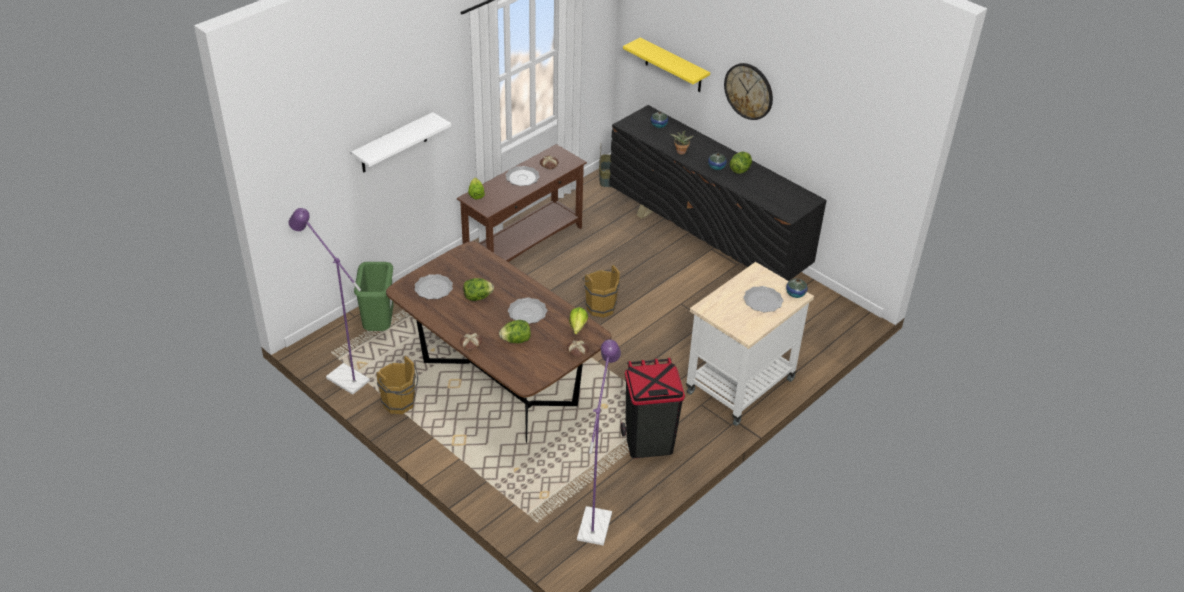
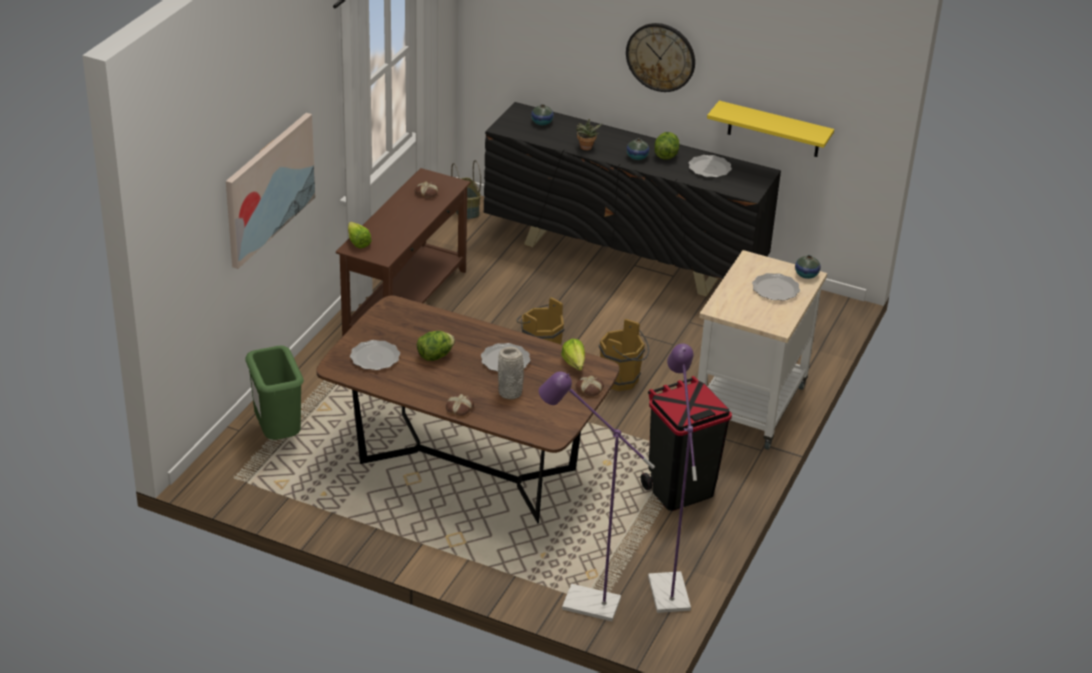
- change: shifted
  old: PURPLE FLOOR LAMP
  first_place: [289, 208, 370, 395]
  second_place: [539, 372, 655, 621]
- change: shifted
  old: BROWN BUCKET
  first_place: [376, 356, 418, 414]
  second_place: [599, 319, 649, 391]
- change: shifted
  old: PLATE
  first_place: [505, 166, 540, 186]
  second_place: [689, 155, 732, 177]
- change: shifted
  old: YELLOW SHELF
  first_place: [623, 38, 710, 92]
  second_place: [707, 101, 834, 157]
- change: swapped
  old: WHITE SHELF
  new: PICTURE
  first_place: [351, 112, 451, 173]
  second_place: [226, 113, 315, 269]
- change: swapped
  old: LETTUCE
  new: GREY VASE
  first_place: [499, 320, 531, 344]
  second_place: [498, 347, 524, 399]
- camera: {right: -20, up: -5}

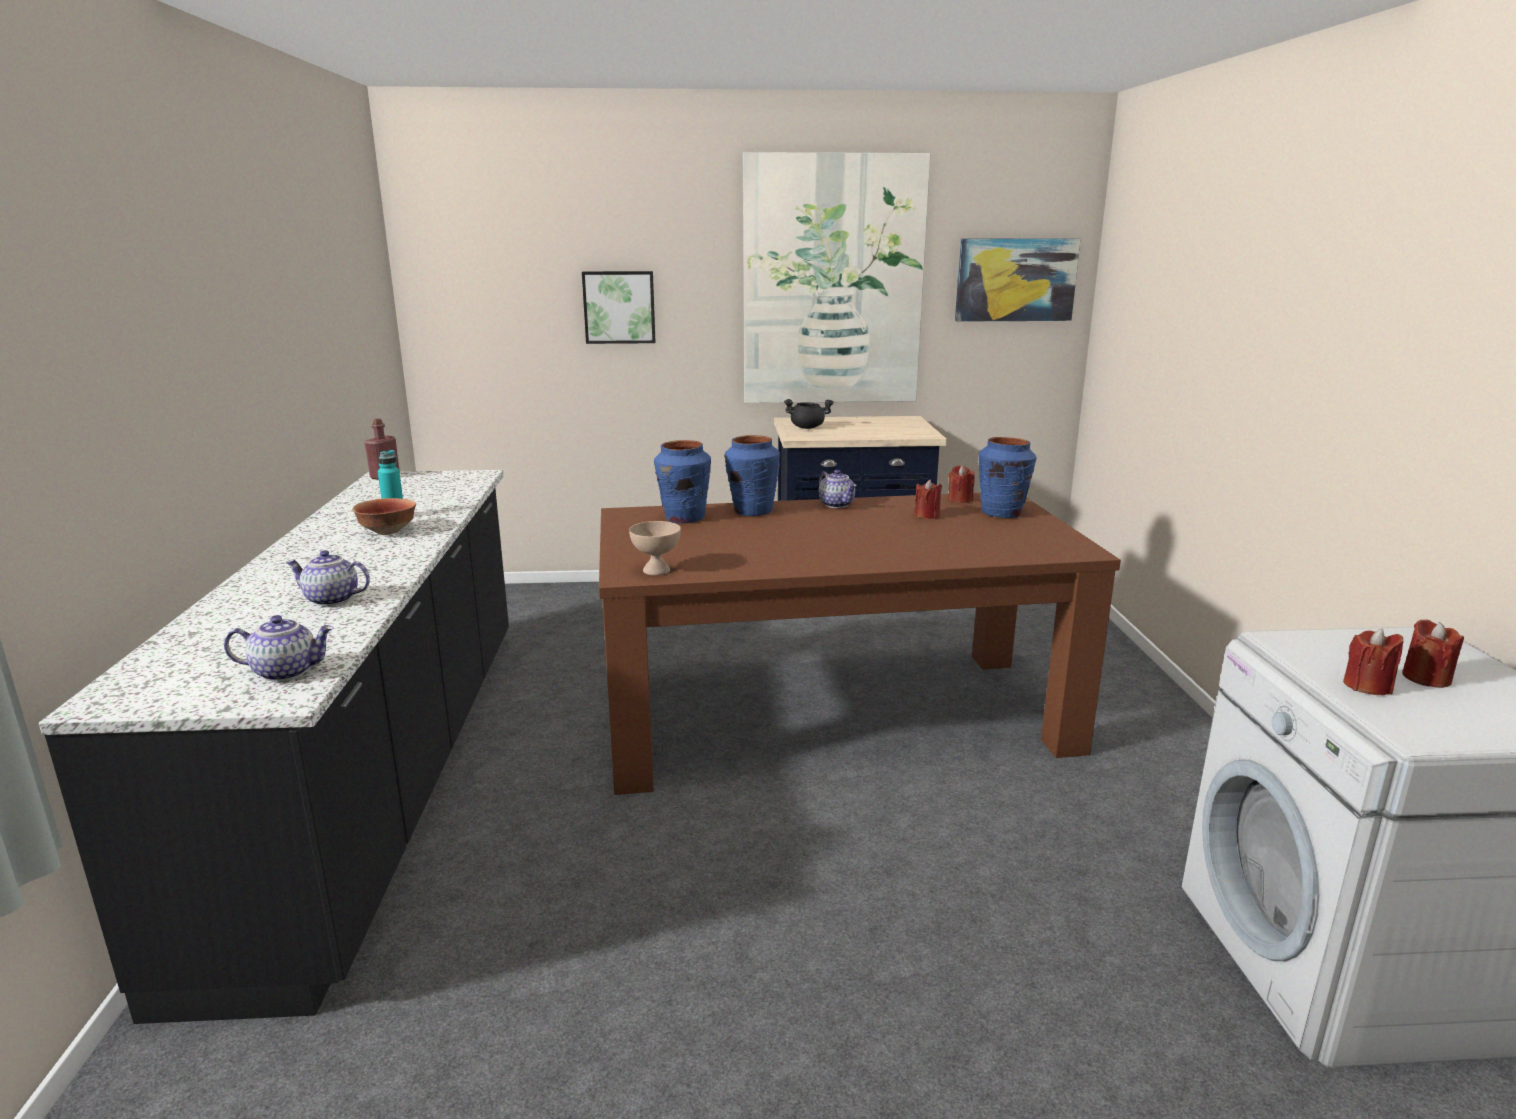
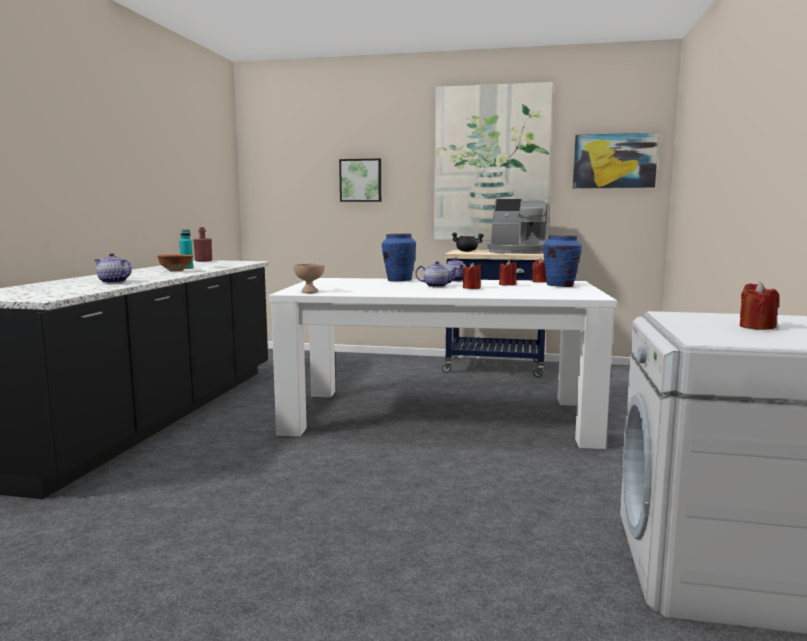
- change: gone
  old: BLUE VASE
  first_place: [654, 440, 711, 523]
- change: new
  new: COFFEE MACHINE
  second_place: [487, 199, 549, 254]
- change: shifted
  old: TEAPOT
  first_place: [224, 615, 334, 682]
  second_place: [415, 261, 458, 287]
- change: shifted
  old: RED CANDLE
  first_place: [1343, 629, 1404, 695]
  second_place: [463, 262, 481, 289]
- change: repainted
  old: BROWN DINING TABLE
  new: WHITE DINING TABLE
  first_place: [599, 492, 1121, 795]
  second_place: [269, 278, 617, 449]
- camera: {right: 15, up: -10}

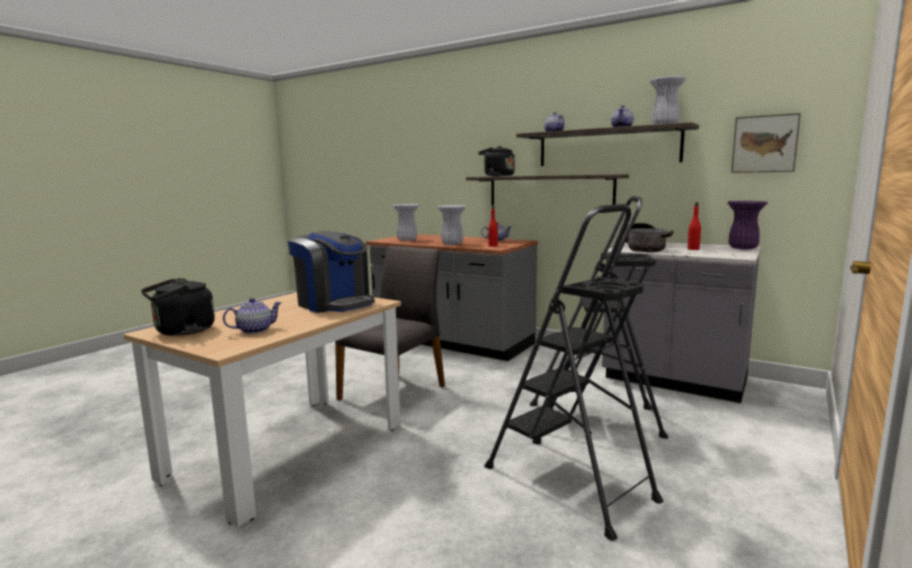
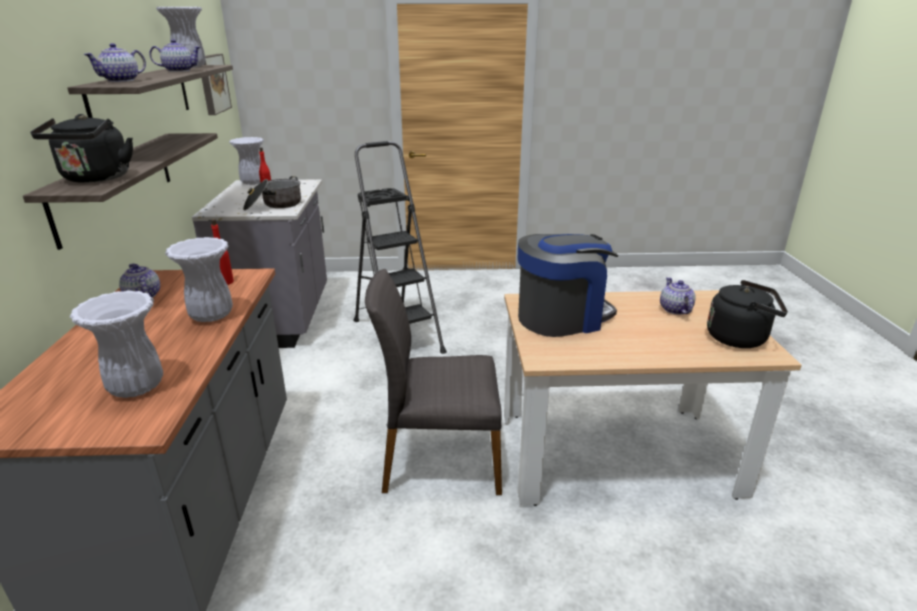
- change: gone
  old: STEP LADDER
  first_place: [484, 204, 663, 541]
- change: repainted
  old: PURPLE VASE
  new: WHITE VASE
  first_place: [727, 201, 768, 250]
  second_place: [229, 137, 264, 185]
- change: rotated
  old: TEAPOT
  first_place: [223, 298, 282, 334]
  second_place: [660, 277, 696, 315]
  degrees: 60
- change: rotated
  old: COFFEE MACHINE
  first_place: [288, 231, 375, 313]
  second_place: [518, 234, 619, 337]
  degrees: 60
- camera: {right: -125, up: 15}

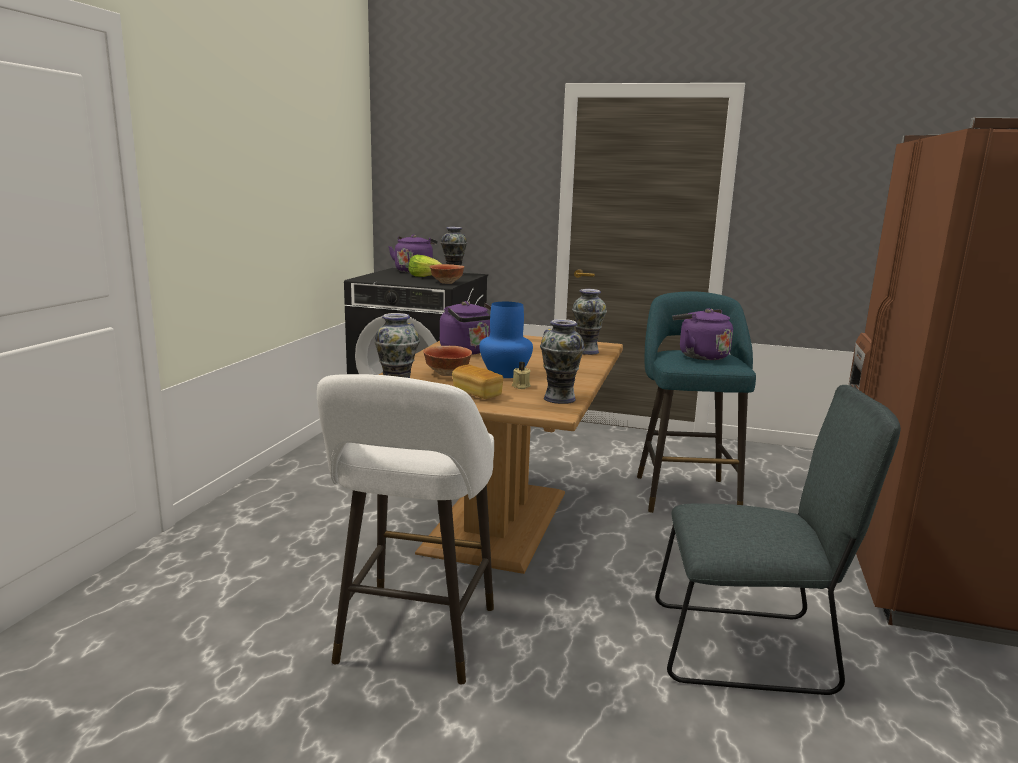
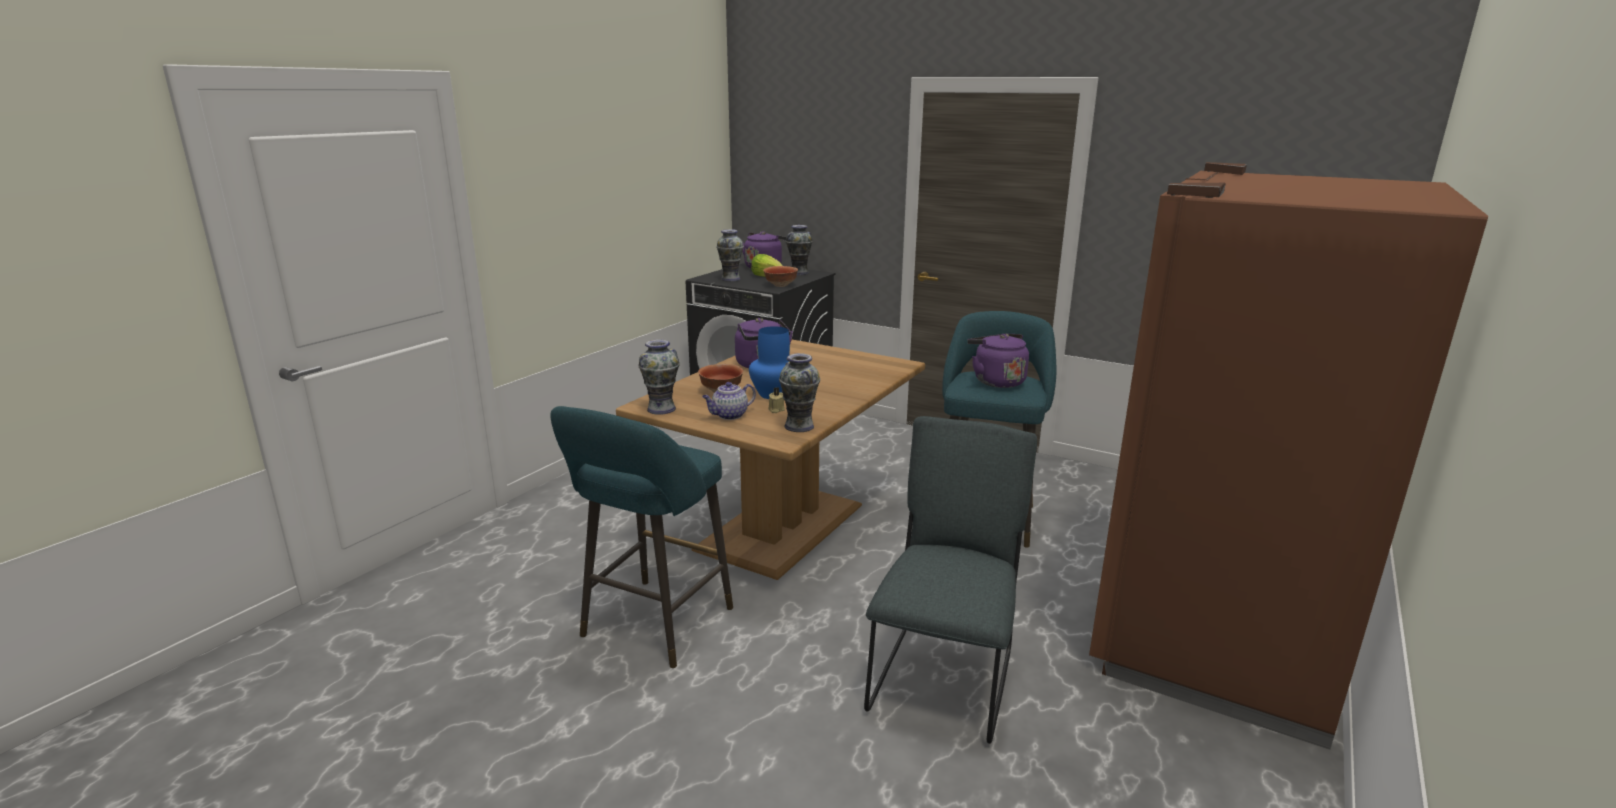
- change: shifted
  old: VASE
  first_place: [572, 289, 607, 355]
  second_place: [716, 229, 744, 282]
- change: swapped
  old: BREAD
  new: TEAPOT
  first_place: [452, 365, 503, 399]
  second_place: [702, 382, 756, 420]
- change: repainted
  old: WHITE STOOL
  new: TURQUOISE STOOL
  first_place: [317, 374, 494, 684]
  second_place: [550, 406, 733, 668]
- change: rotated
  old: GREY CHAIR
  first_place: [655, 385, 901, 695]
  second_place: [864, 416, 1037, 744]
  degrees: -90
- camera: {right: 15, up: 5}

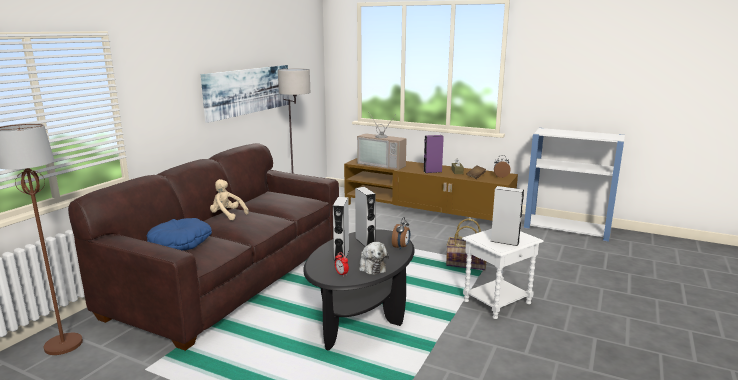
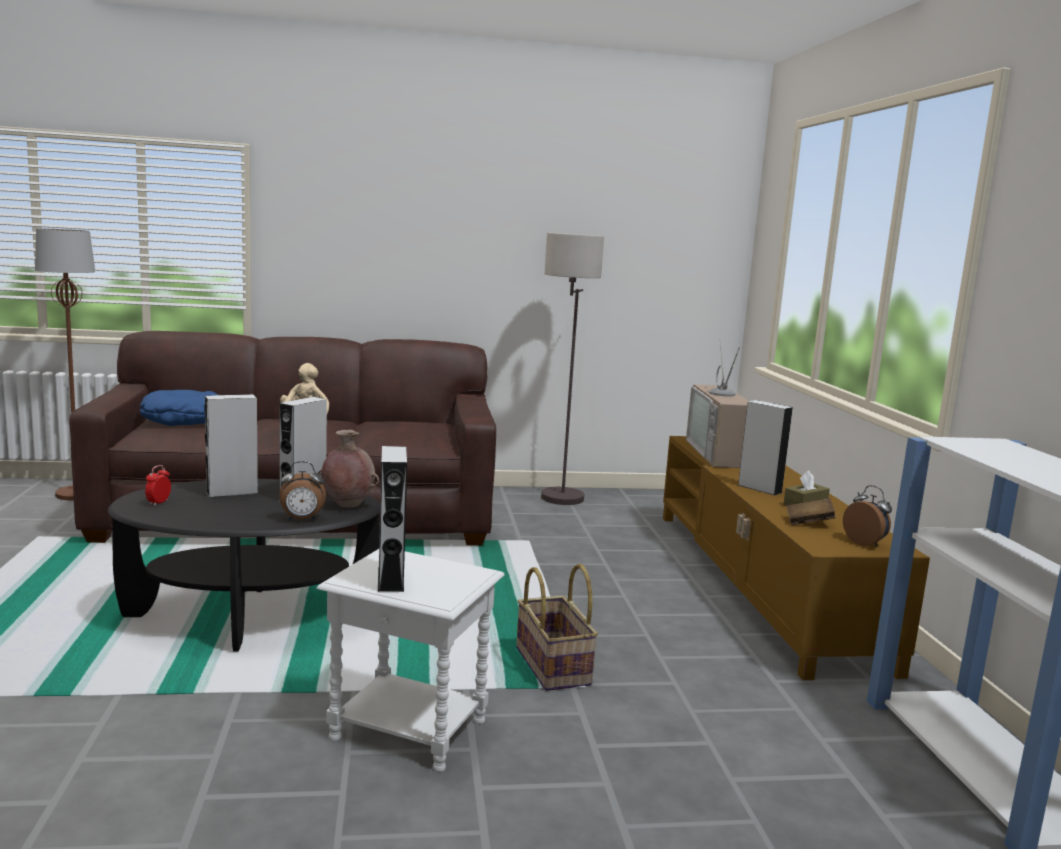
- change: gone
  old: PICTURE
  first_place: [201, 65, 289, 123]
- change: gone
  old: PLUSH TOY
  first_place: [359, 242, 389, 275]
- change: new
  new: BROWN VASE
  second_place: [317, 430, 379, 508]
- change: repainted
  old: PURPLE SPEAKER
  new: GREY SPEAKER
  first_place: [423, 135, 444, 173]
  second_place: [738, 400, 793, 496]
- camera: {right: 55, up: -5}

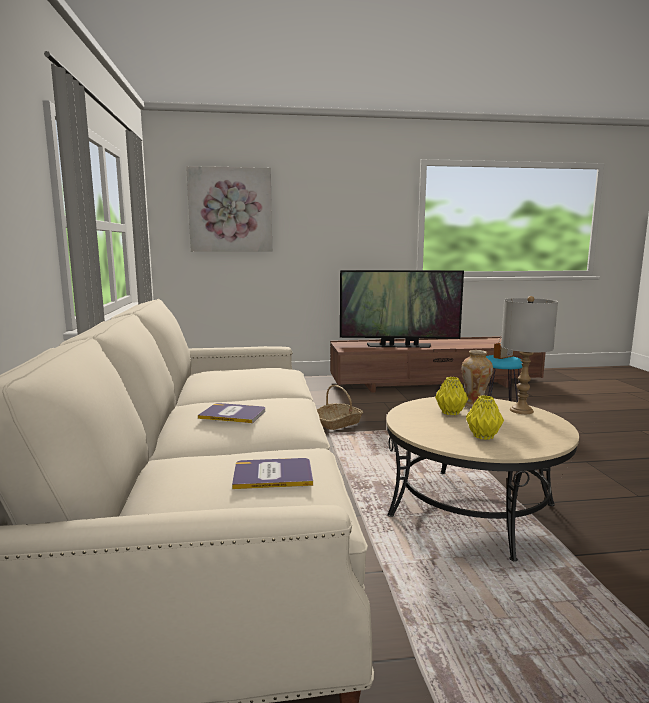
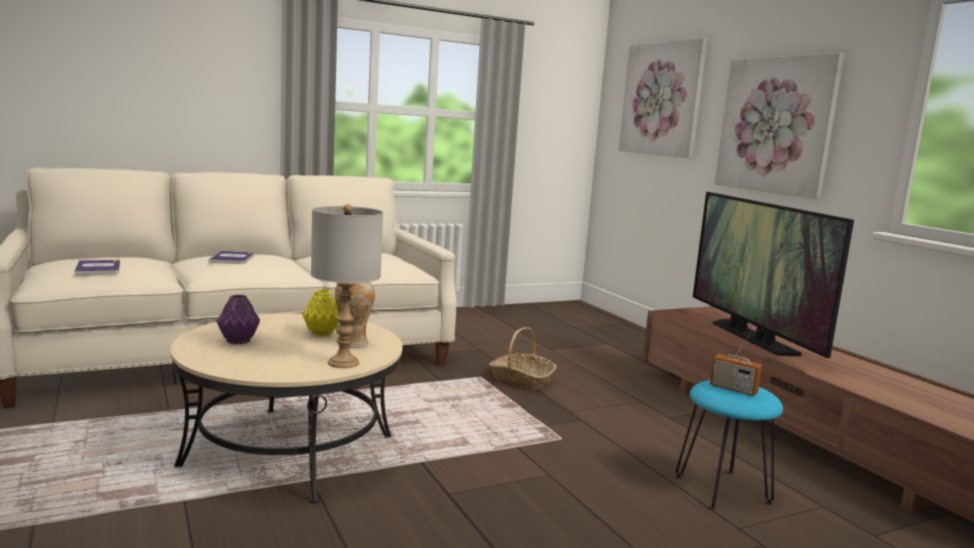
- change: new
  new: PICTURE
  second_place: [715, 53, 844, 199]
- change: repainted
  old: YELLOW VASE
  new: PURPLE VASE
  first_place: [466, 395, 504, 440]
  second_place: [216, 295, 260, 344]
- camera: {right: 70, up: 0}

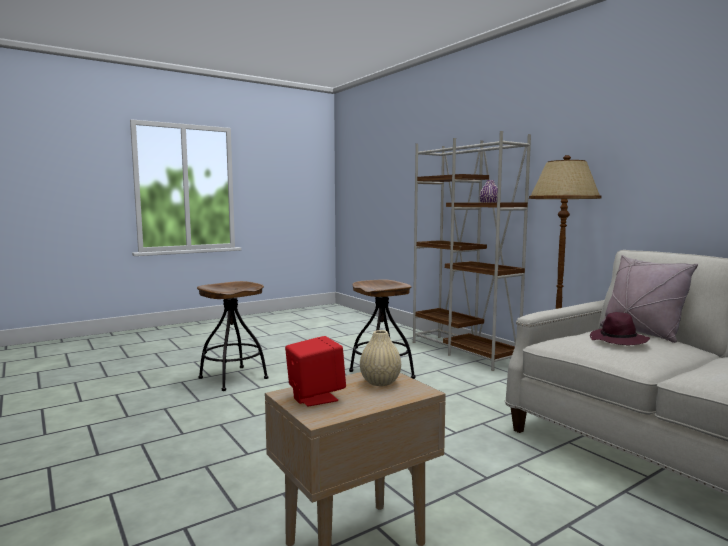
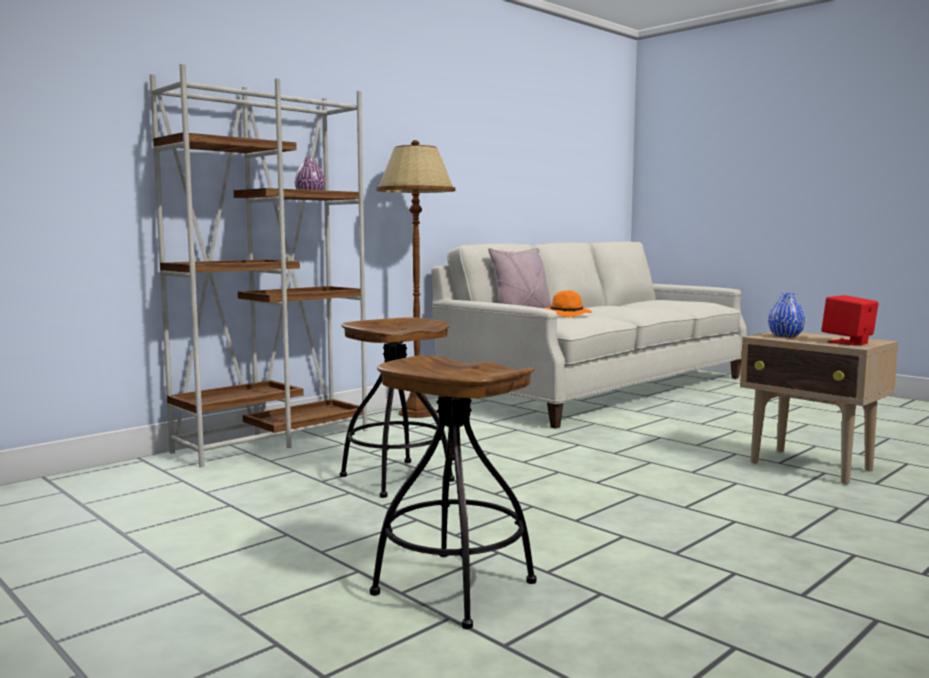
- change: repainted
  old: BEIGE VASE
  new: BLUE VASE
  first_place: [360, 330, 401, 386]
  second_place: [768, 293, 805, 337]
- change: repainted
  old: PURPLE HAT
  new: ORANGE HAT
  first_place: [590, 312, 650, 345]
  second_place: [544, 290, 592, 317]
- camera: {right: -100, up: 0}

